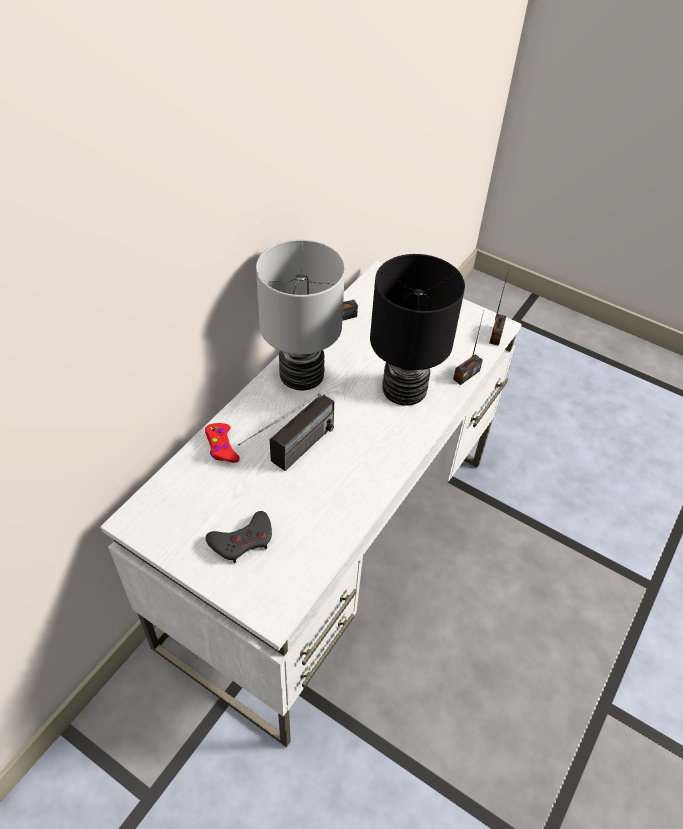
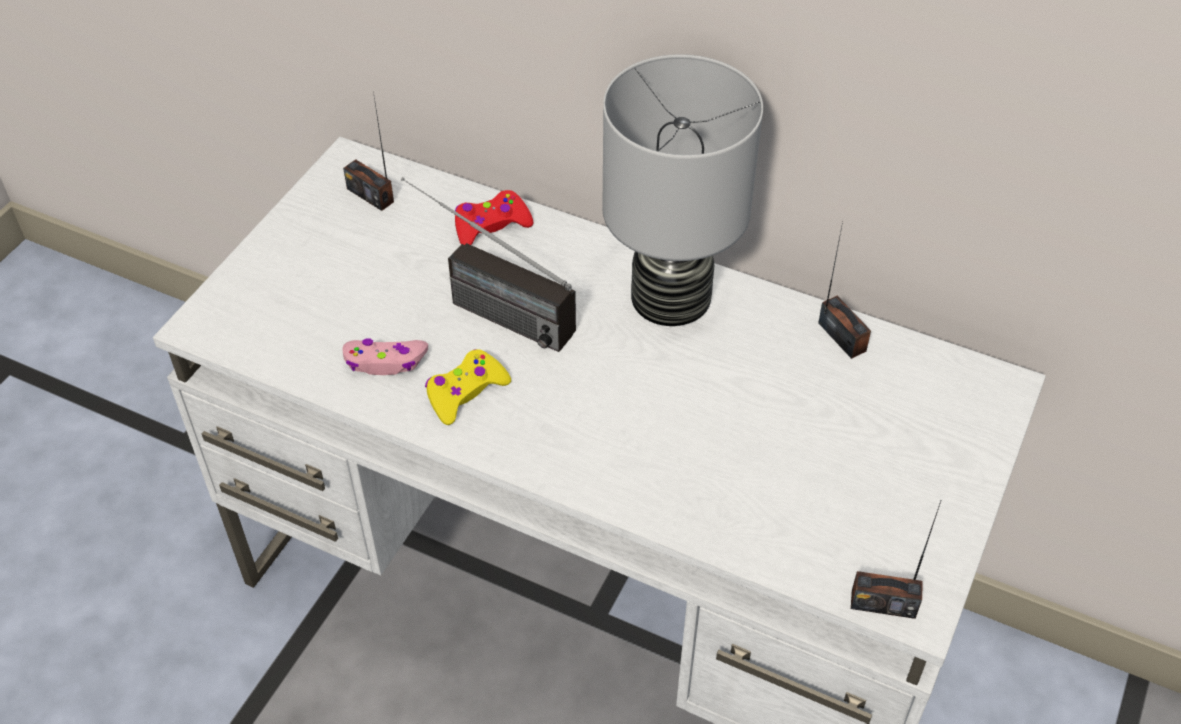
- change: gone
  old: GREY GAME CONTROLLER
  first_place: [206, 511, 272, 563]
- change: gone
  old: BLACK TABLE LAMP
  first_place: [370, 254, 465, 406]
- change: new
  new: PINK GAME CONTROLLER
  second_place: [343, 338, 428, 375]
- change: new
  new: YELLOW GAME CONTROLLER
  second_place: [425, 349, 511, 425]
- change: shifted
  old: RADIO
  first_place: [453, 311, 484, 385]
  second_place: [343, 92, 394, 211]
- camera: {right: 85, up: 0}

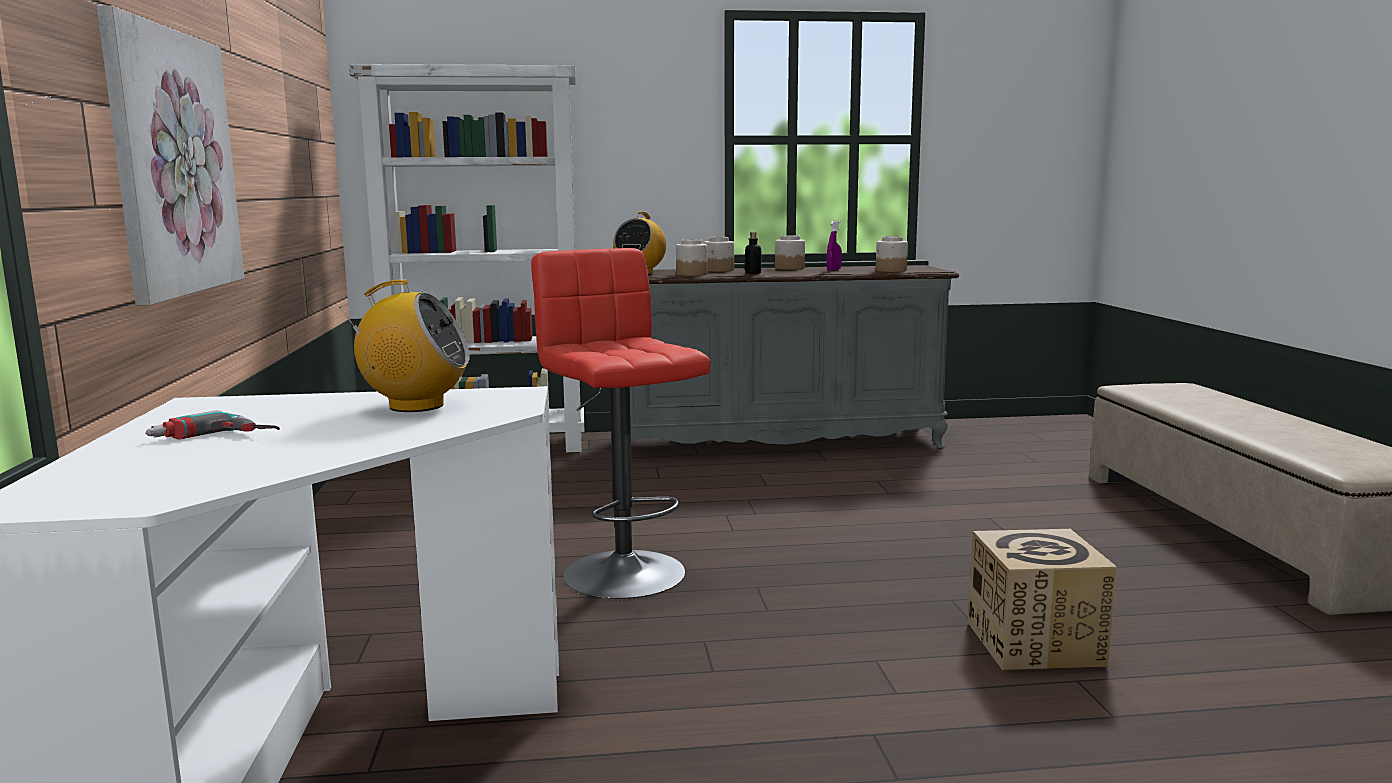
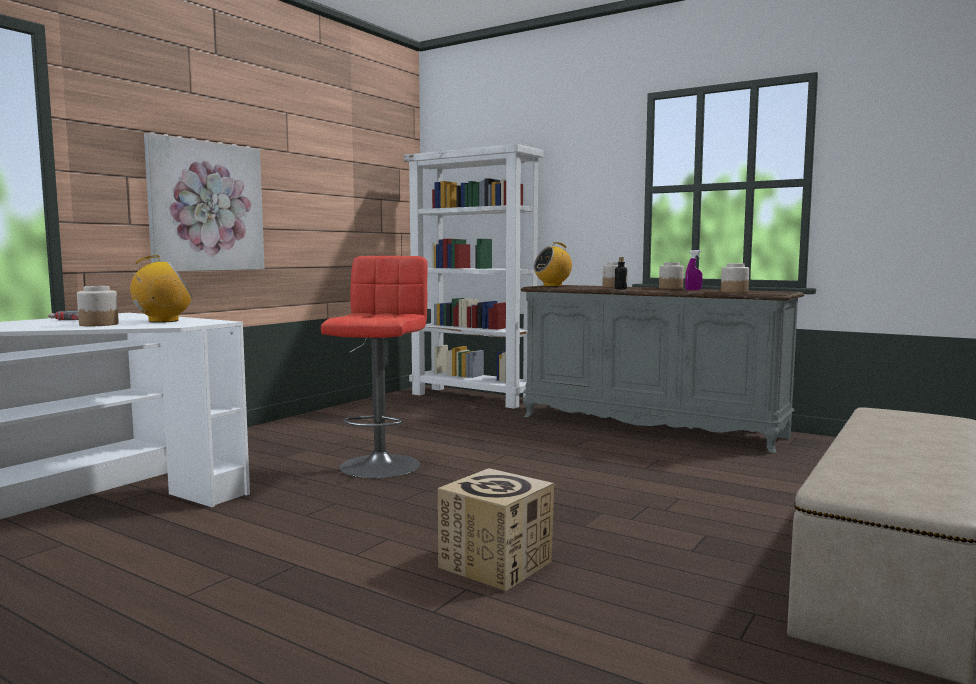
- change: shifted
  old: JAR
  first_place: [676, 239, 708, 276]
  second_place: [77, 286, 119, 326]
- change: rotated
  old: RADIO
  first_place: [339, 280, 470, 412]
  second_place: [130, 255, 193, 323]
  degrees: -75
- camera: {right: 40, up: -5}

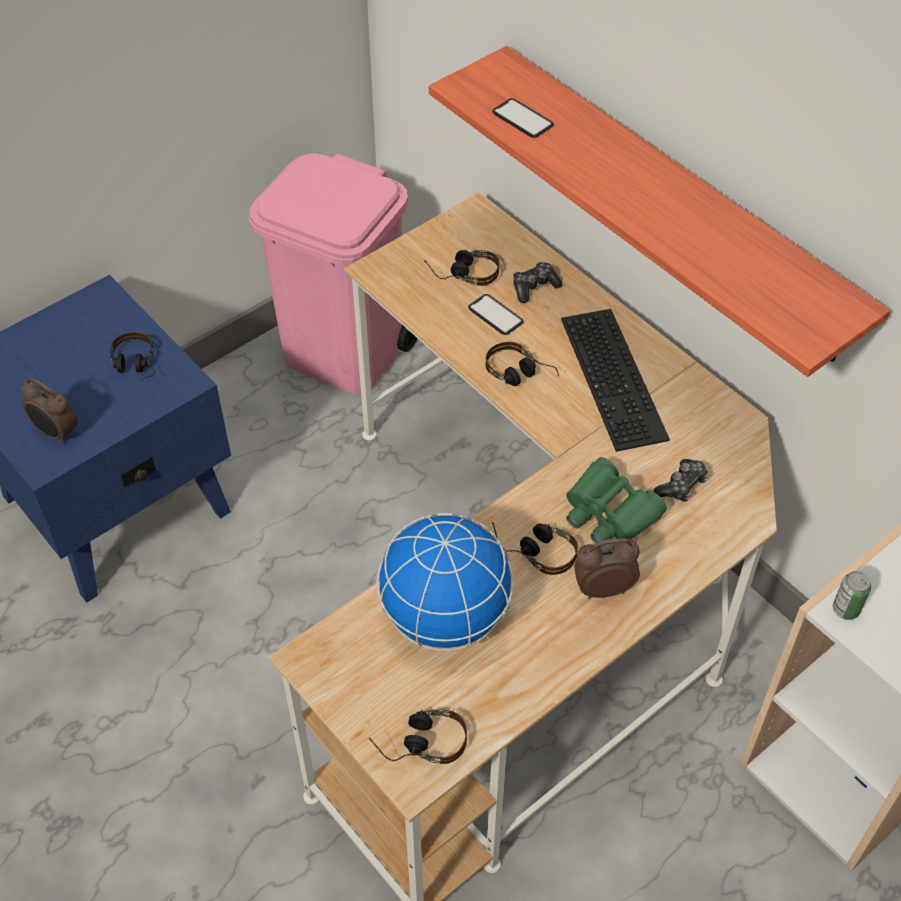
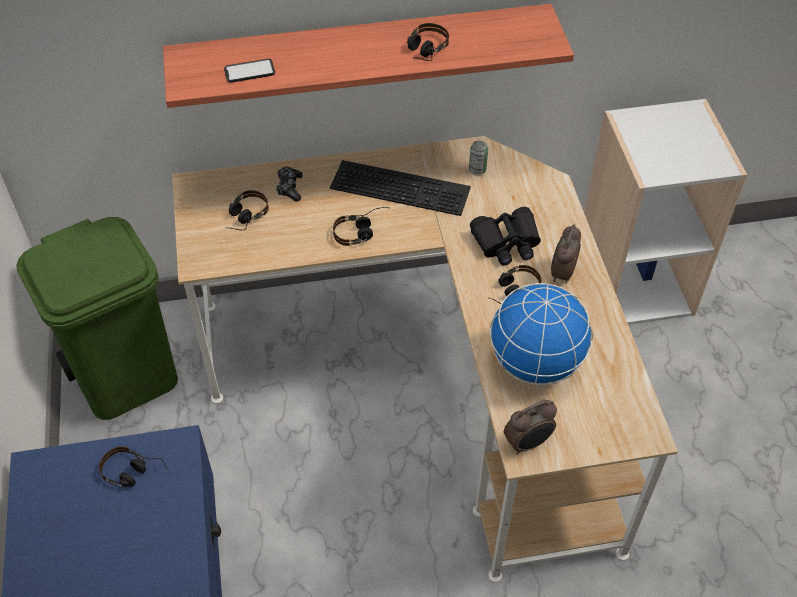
- change: gone
  old: PHONE
  first_place: [468, 294, 524, 335]
- change: gone
  old: GAME CONTROLLER
  first_place: [654, 459, 709, 502]
- change: shifted
  old: ALARM CLOCK
  first_place: [21, 378, 78, 444]
  second_place: [504, 400, 557, 455]
- change: shifted
  old: HEADPHONES
  first_place: [369, 709, 467, 764]
  second_place: [407, 23, 449, 61]
- change: shifted
  old: CAN
  first_place: [833, 571, 871, 620]
  second_place: [469, 141, 488, 175]
- change: repainted
  old: PINK TRASH CAN
  new: GREEN TRASH CAN
  first_place: [249, 153, 418, 394]
  second_place: [16, 217, 178, 420]
- change: repainted
  old: GREEN BINOCULARS
  new: BLACK BINOCULARS
  first_place: [566, 457, 667, 543]
  second_place: [470, 207, 541, 265]
- camera: {right: -60, up: 0}

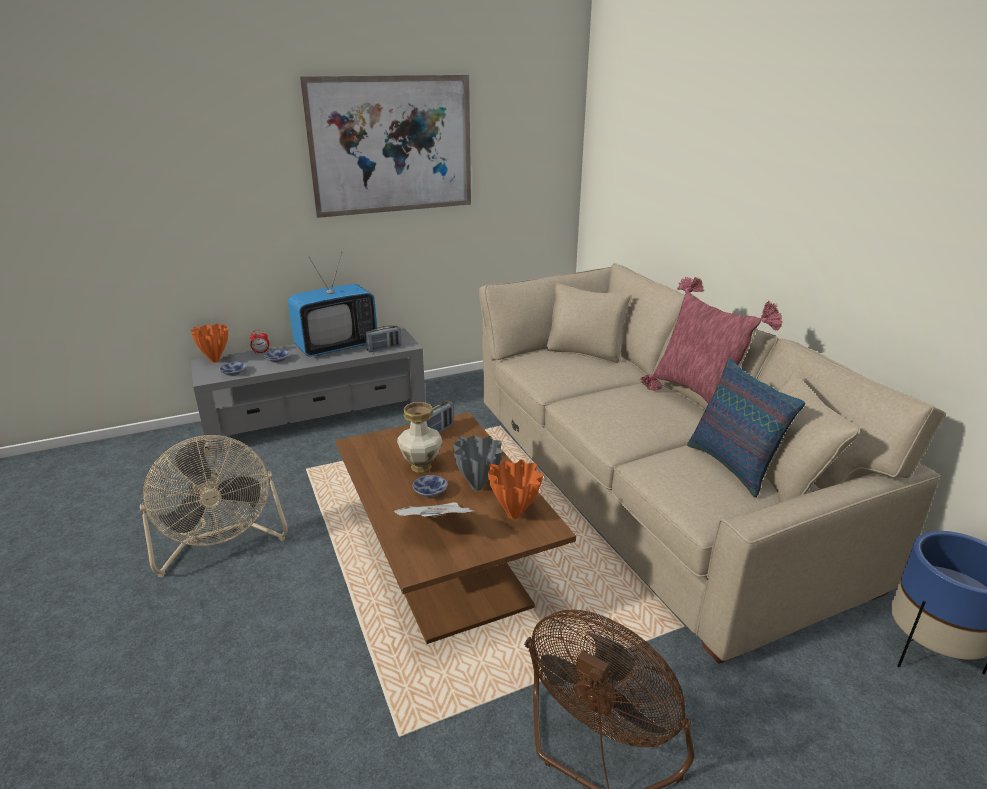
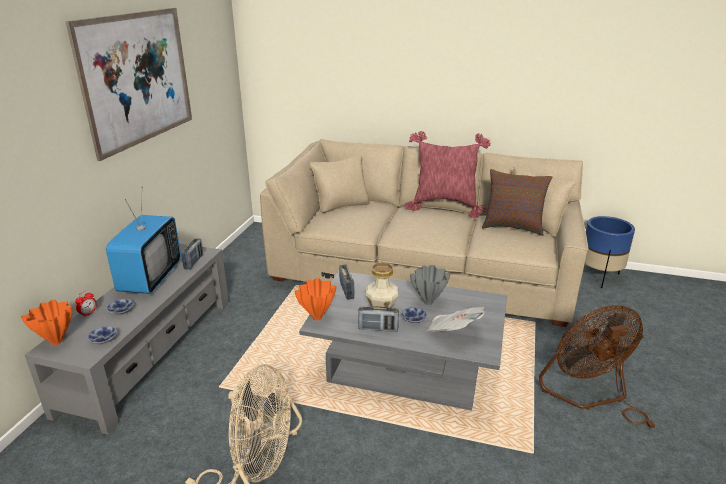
- change: new
  new: RADIO
  second_place: [358, 306, 399, 332]
- change: shifted
  old: ORANGE VASE
  first_place: [488, 459, 543, 519]
  second_place: [295, 278, 336, 320]
- change: repainted
  old: BROWN COFFEE TABLE
  new: GREY COFFEE TABLE
  first_place: [335, 412, 576, 644]
  second_place: [299, 271, 507, 411]
- change: repainted
  old: BLUE PILLOW
  new: BROWN PILLOW
  first_place: [687, 358, 805, 497]
  second_place: [482, 169, 552, 236]
- camera: {right: -50, up: 0}

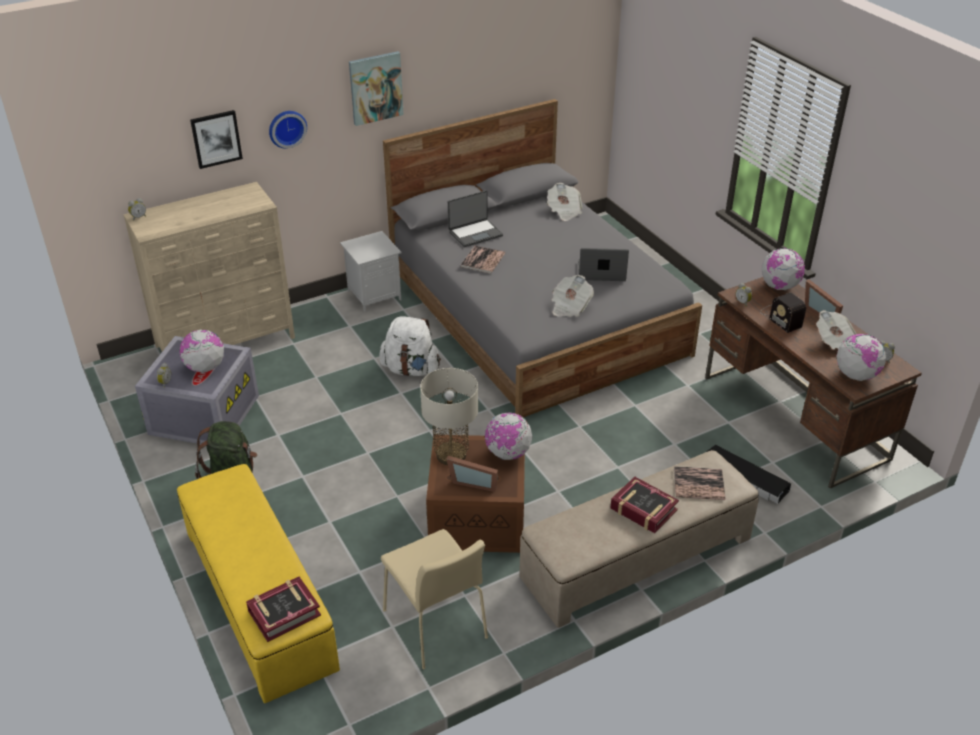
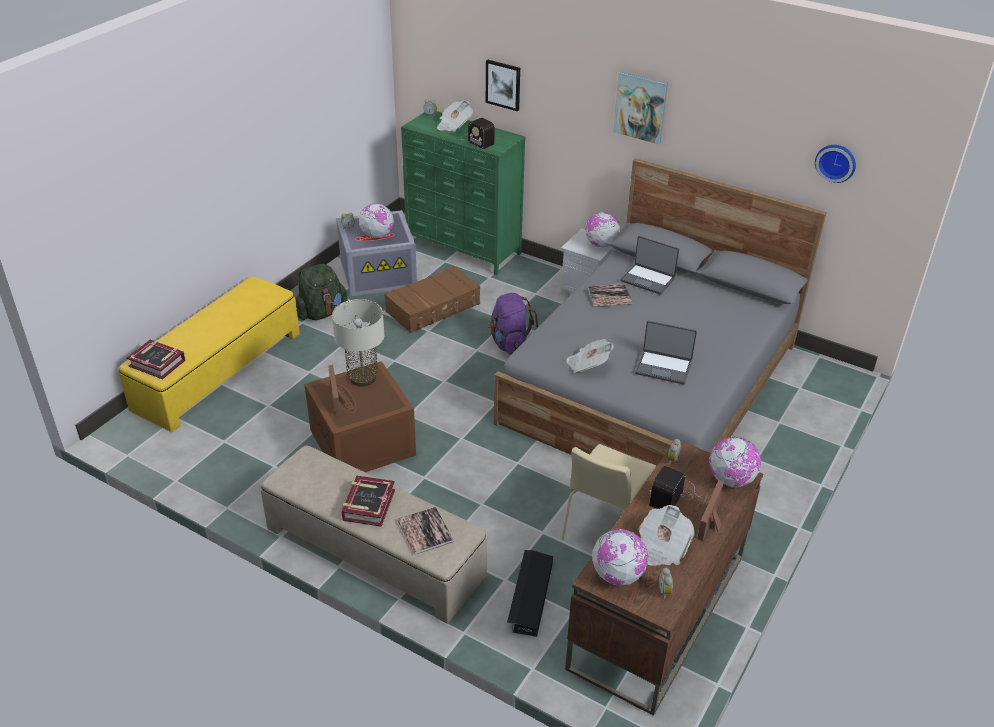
- change: new
  new: BROWN SUITCASE
  second_place: [384, 266, 480, 333]
- change: new
  new: RADIO
  second_place: [461, 118, 495, 149]
- change: shifted
  old: WALL CLOCK
  first_place: [269, 111, 307, 149]
  second_place: [815, 145, 856, 183]
- change: shifted
  old: BEIGE CHAIR
  first_place: [381, 529, 488, 670]
  second_place: [561, 444, 656, 540]
- change: shifted
  old: GLOBE
  first_place: [485, 413, 532, 460]
  second_place: [585, 212, 620, 247]
- change: shifted
  old: NEWSPAPER
  first_place: [547, 183, 582, 221]
  second_place: [437, 100, 473, 132]
- change: repainted
  old: BEIGE DRESSER
  new: GREEN DRESSER
  first_place: [123, 182, 295, 351]
  second_place: [401, 111, 525, 275]
- change: repainted
  old: WHITE BACKPACK
  new: PURPLE BACKPACK
  first_place: [380, 316, 441, 376]
  second_place: [488, 293, 540, 355]
- change: rotated
  old: LAPTOP
  first_place: [578, 248, 629, 281]
  second_place: [635, 321, 697, 384]
  degrees: 135
- camera: {right: 60, up: 0}

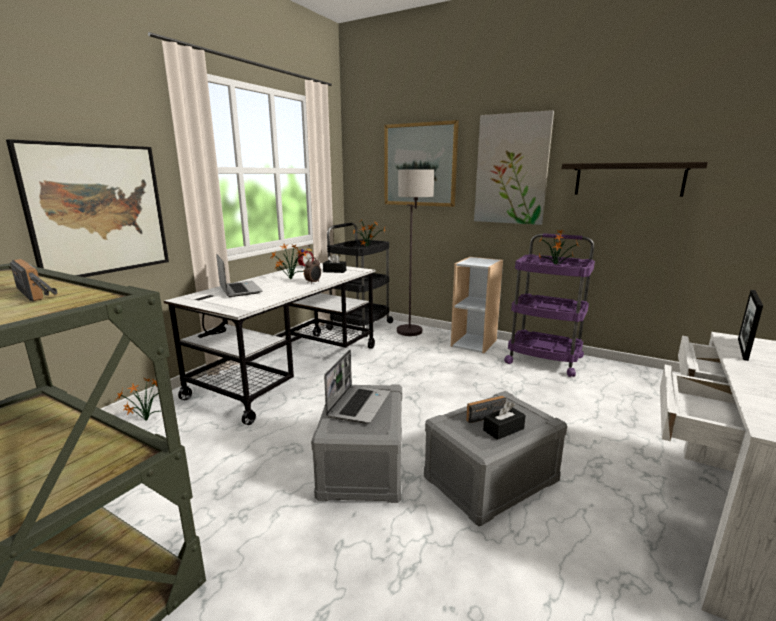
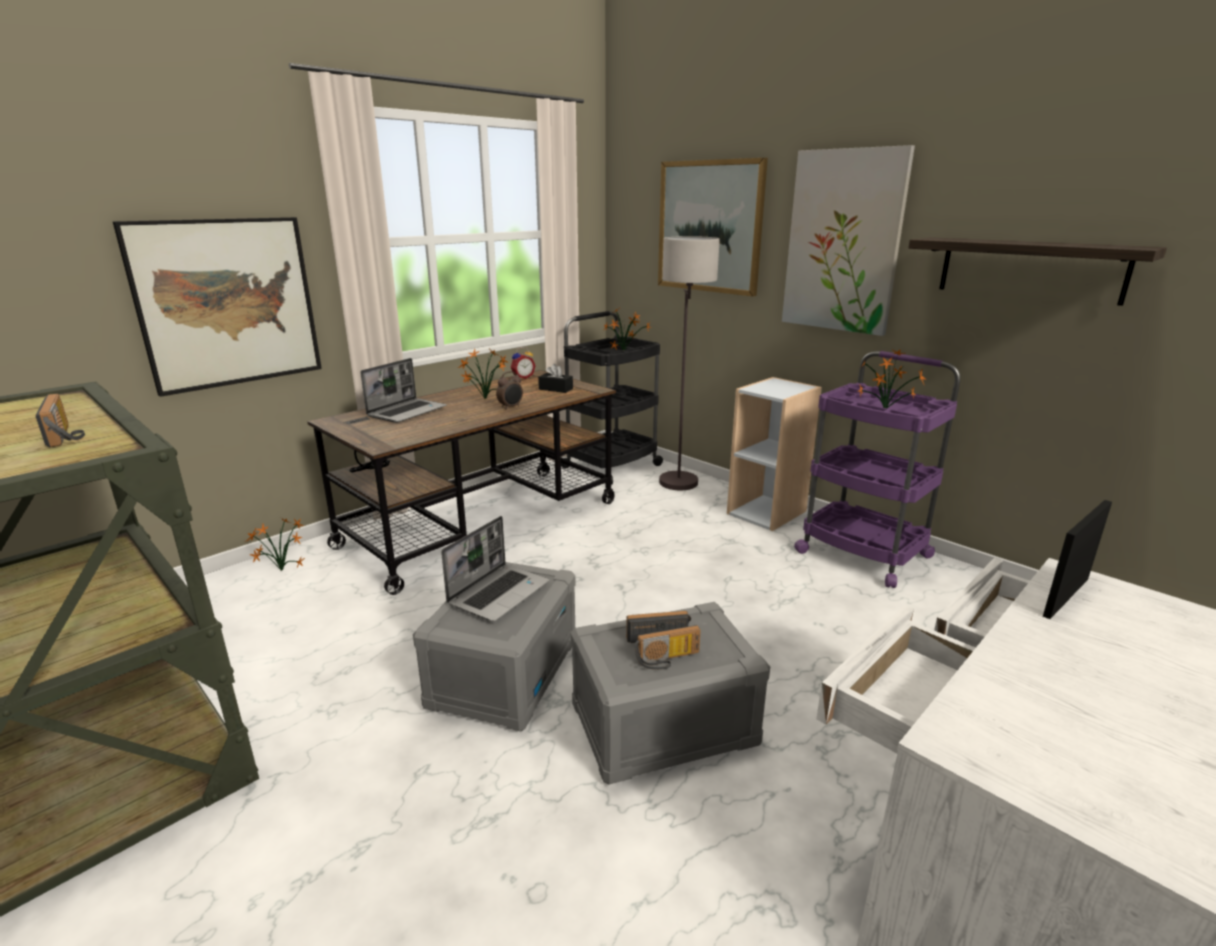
- change: swapped
  old: BLACK TISSUE BOX
  new: RADIO
  first_place: [483, 402, 526, 440]
  second_place: [635, 625, 701, 670]
- change: repainted
  old: WHITE DESK
  new: BROWN DESK
  first_place: [164, 263, 376, 425]
  second_place: [307, 370, 616, 595]
- change: rotated
  old: LAPTOP
  first_place: [216, 255, 262, 297]
  second_place: [360, 358, 446, 423]
  degrees: 45
- camera: {right: 15, up: 5}

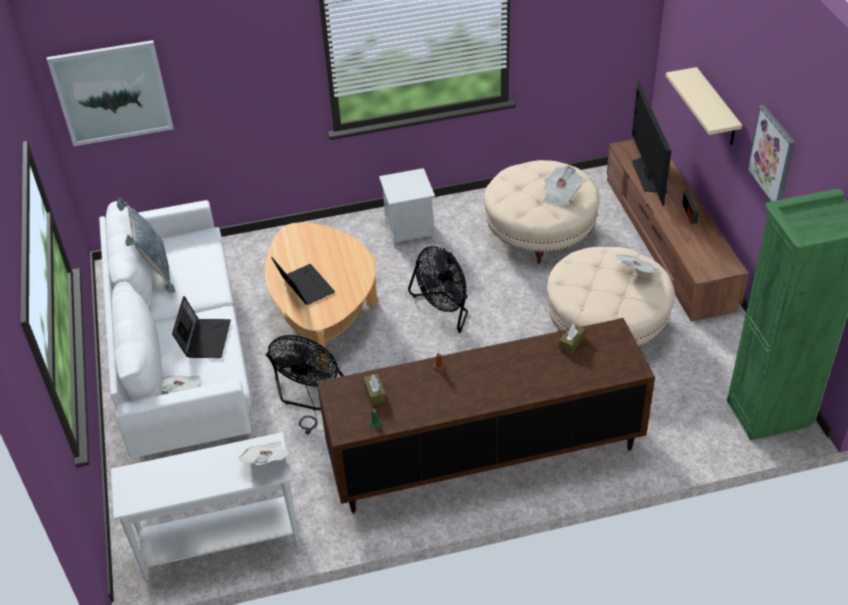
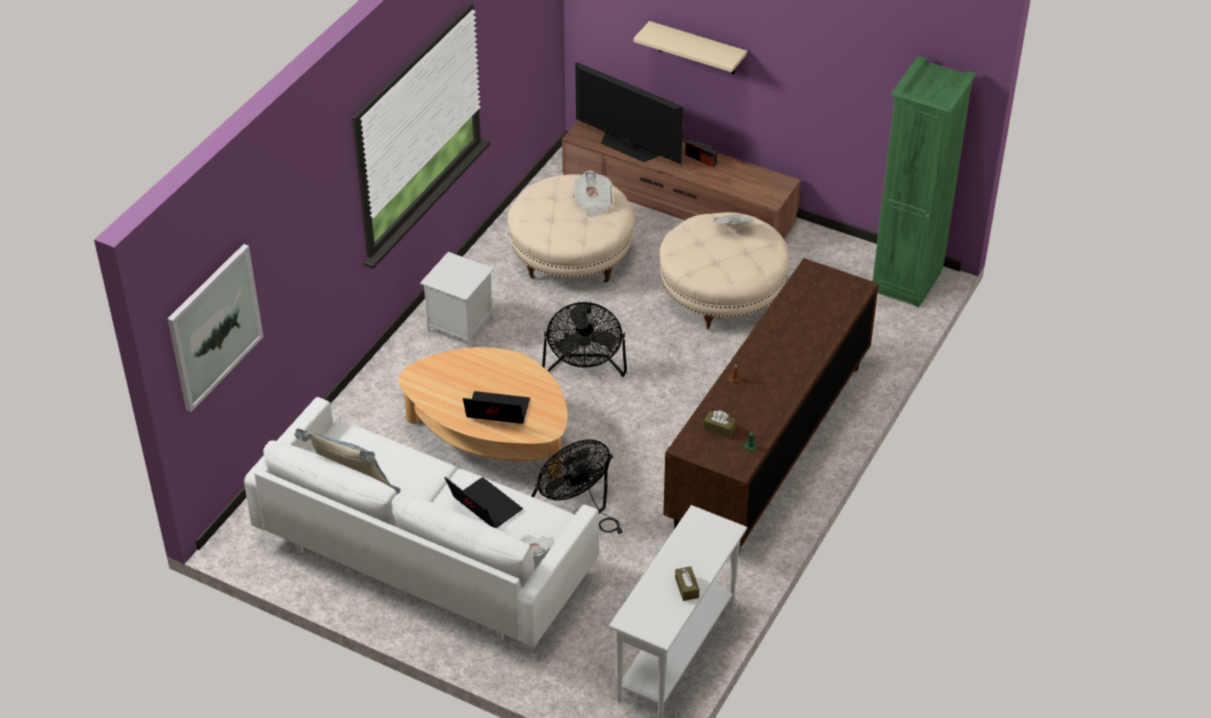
- change: gone
  old: NEWSPAPER
  first_place: [239, 441, 290, 465]
- change: gone
  old: PICTURE
  first_place: [747, 105, 795, 202]
- change: shifted
  old: BROWN TISSUE BOX
  first_place: [559, 324, 585, 354]
  second_place: [675, 566, 699, 601]
- camera: {right: -50, up: 0}

